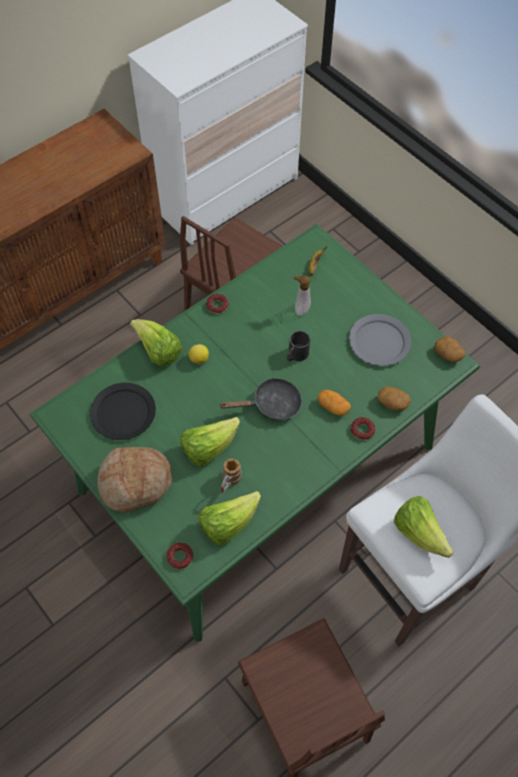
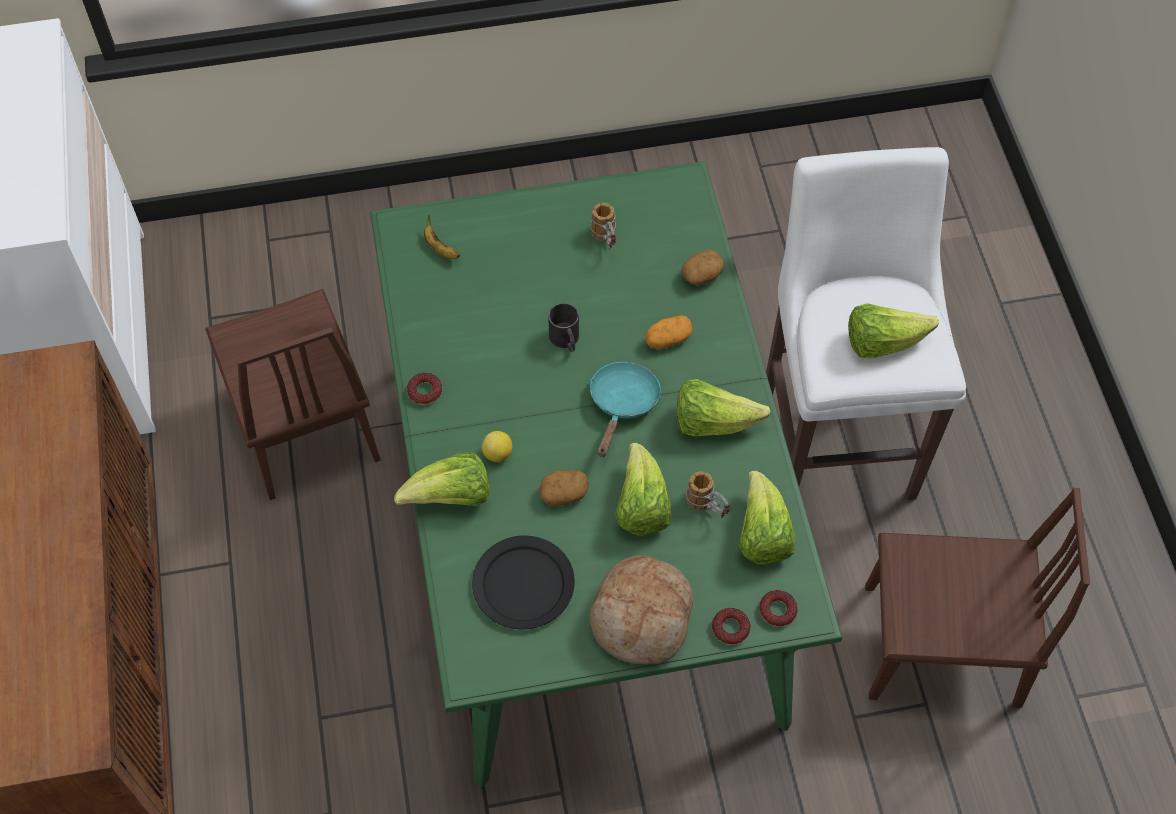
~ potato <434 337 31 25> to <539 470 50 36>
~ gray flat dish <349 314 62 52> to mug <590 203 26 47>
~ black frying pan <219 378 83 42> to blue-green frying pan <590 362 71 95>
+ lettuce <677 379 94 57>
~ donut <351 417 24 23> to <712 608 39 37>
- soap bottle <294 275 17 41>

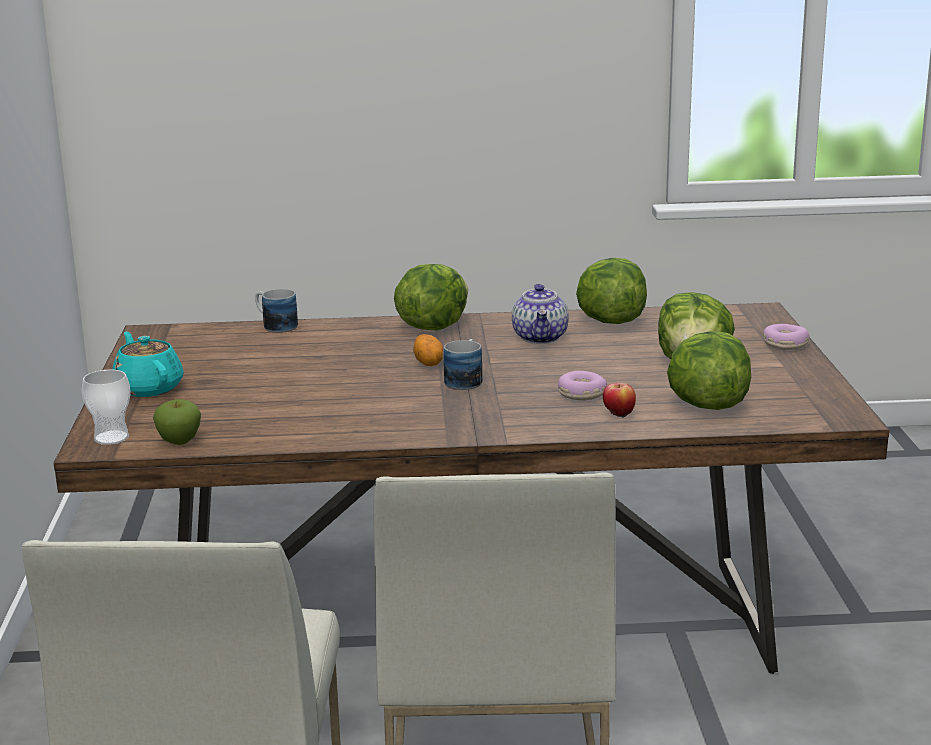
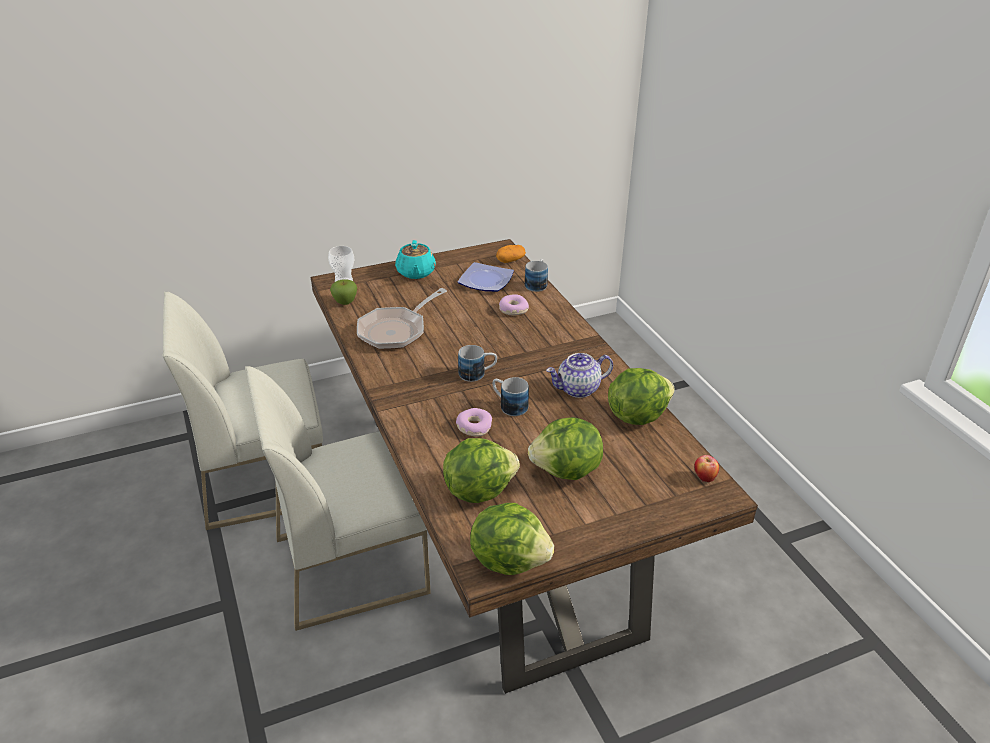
+ frying pan <357 288 90 61>
~ blue-green pot for tea <112 332 72 65> = <395 240 41 39> 135 degrees clockwise
+ flat dish <458 262 56 30>
~ lettuce <394 264 74 67> to <470 503 84 72>
+ mug <493 377 36 39>
~ potato <413 334 30 32> to <496 245 30 18>
~ donut <764 324 46 26> to <499 294 30 21>
~ apple fruit <603 383 33 35> to <694 455 25 27>

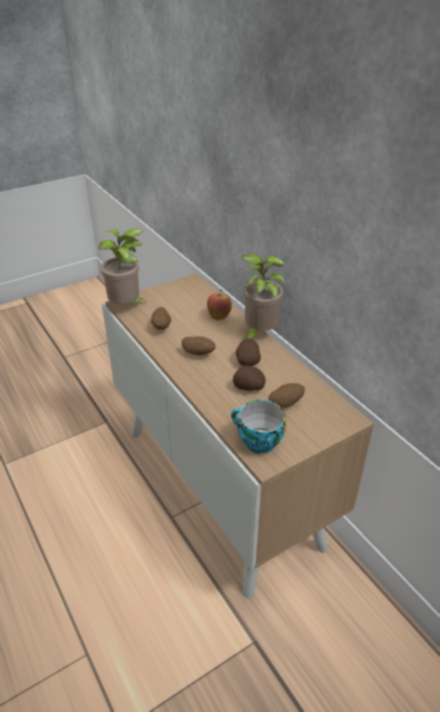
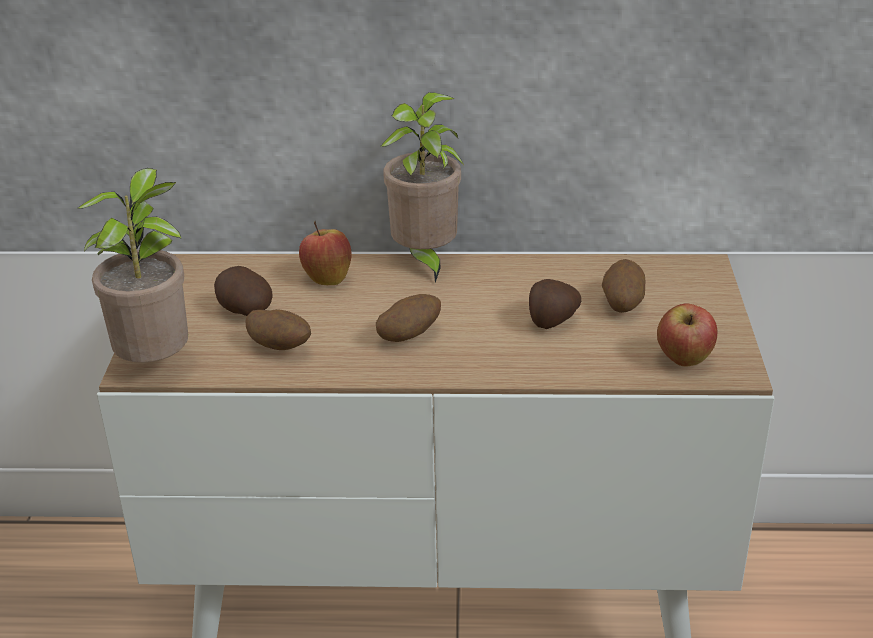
~ potato <236 339 25 27> to <214 266 59 50>
~ small cup <231 400 55 54> to apple fruit <657 304 60 63>

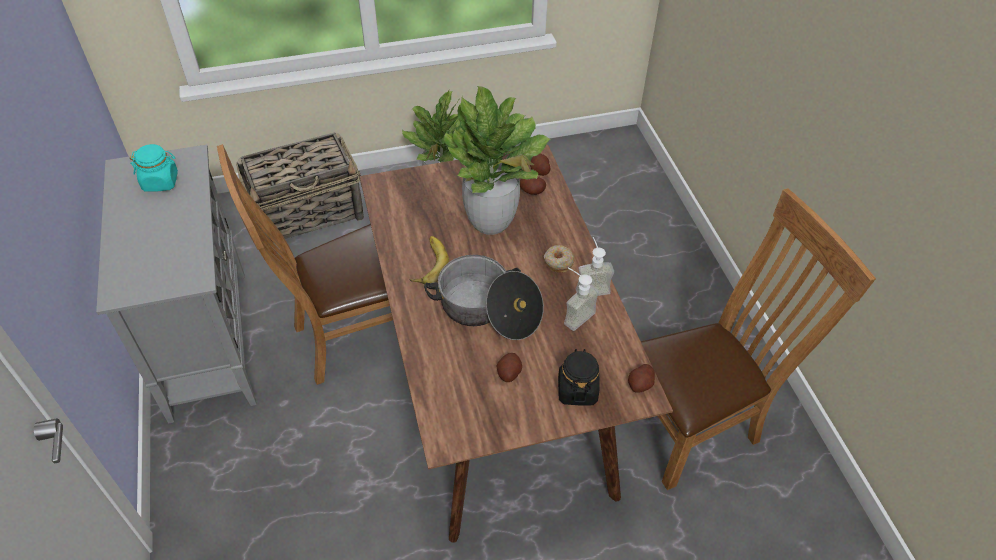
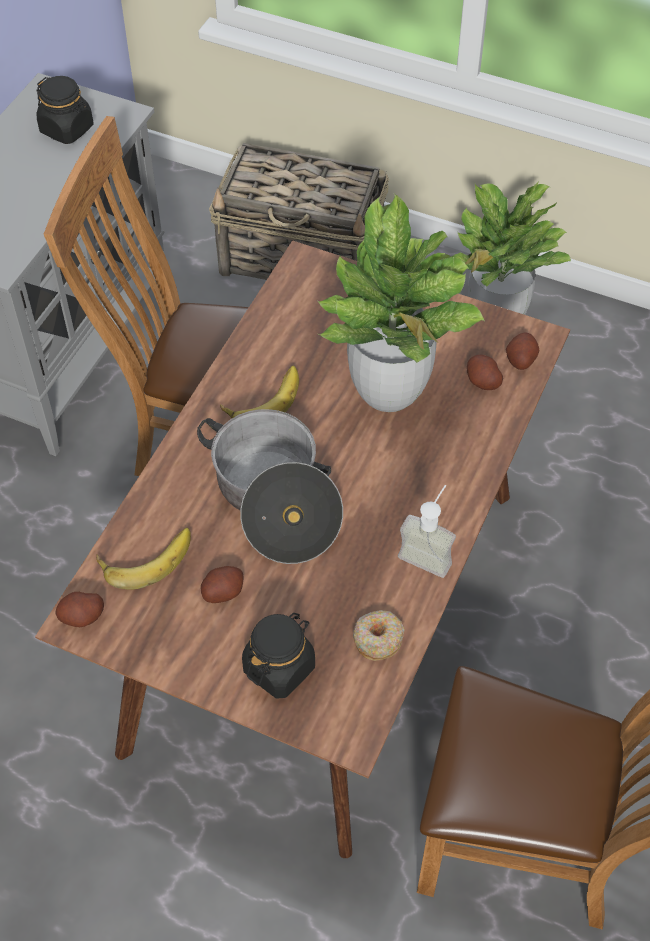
~ blue-green preserve jar <130 144 48 48> to black preserve jar <36 76 57 68>
~ potato <628 364 27 29> to <55 592 49 35>
+ banana <96 528 95 62>
~ donut <544 245 31 28> to <353 610 52 51>
- soap bottle <564 268 35 63>

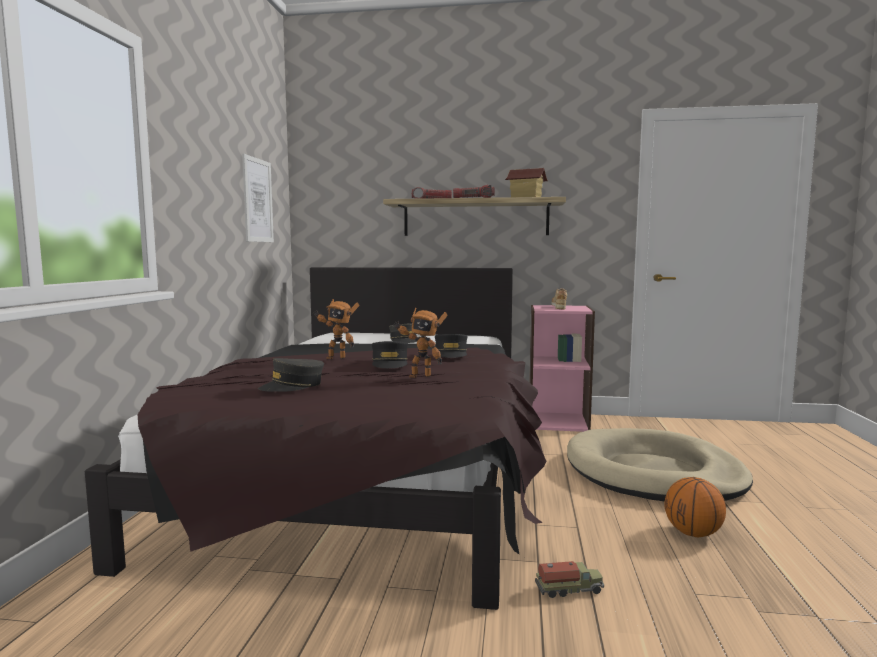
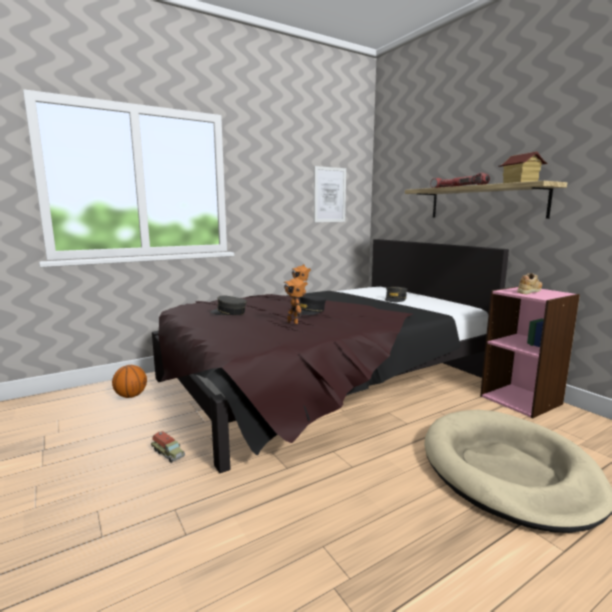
~ ball for basketball <664 477 62 60> to <112 365 35 33>
~ toy lorry <535 561 69 37> to <151 431 34 32>
- black baseball cap <435 334 33 24>

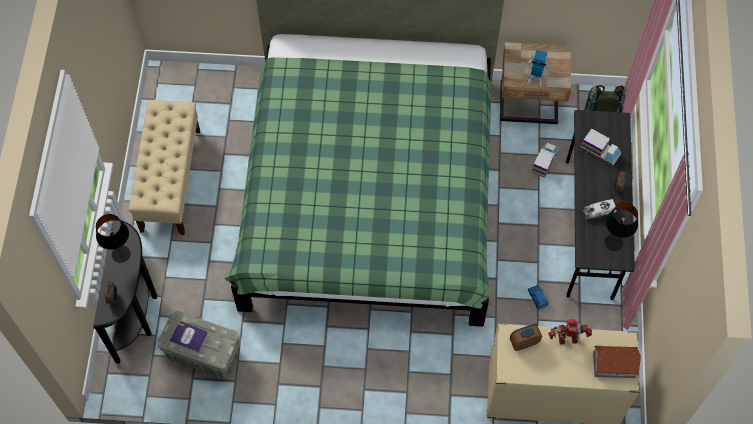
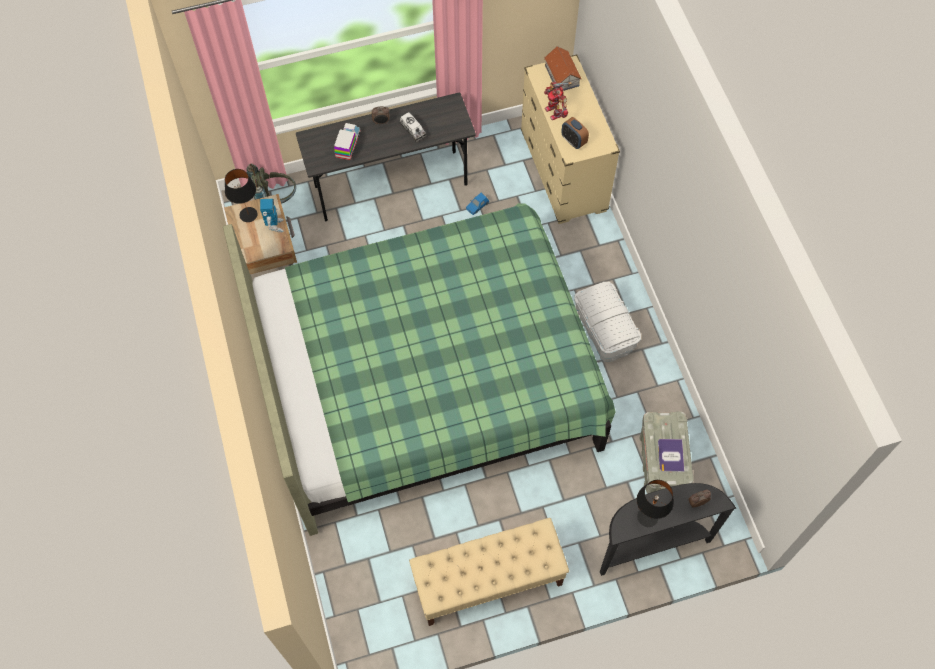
~ black lamp for a table <605 203 33 48> to <225 169 33 53>
+ white-coloured storage box <574 282 67 80>
- toy lorry <532 143 27 35>

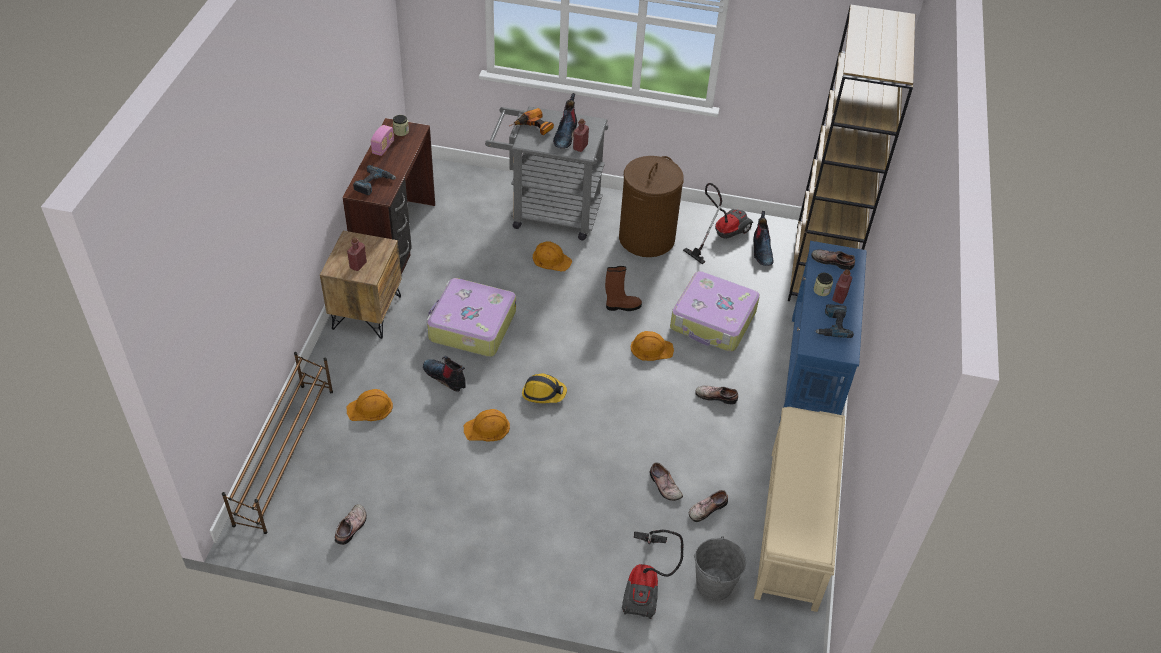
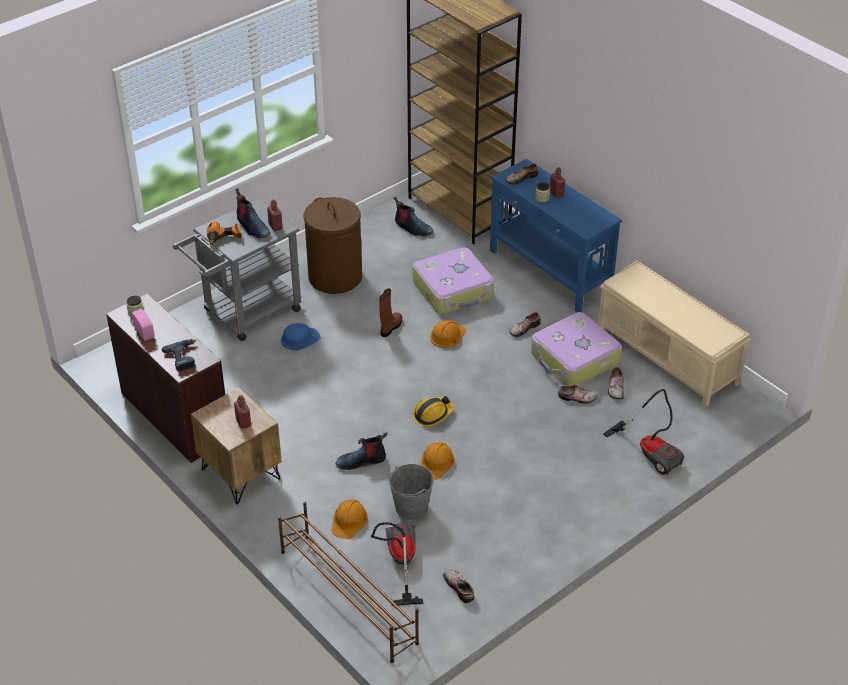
~ orangey hard hat <533 241 39 31> to bluish hard hat <281 323 40 27>
~ hoover <683 183 70 81> to <371 522 53 84>
~ gray bucket <694 536 52 65> to <389 464 45 56>
~ travel case <427 278 89 79> to <531 312 91 74>
- drill <815 304 39 34>

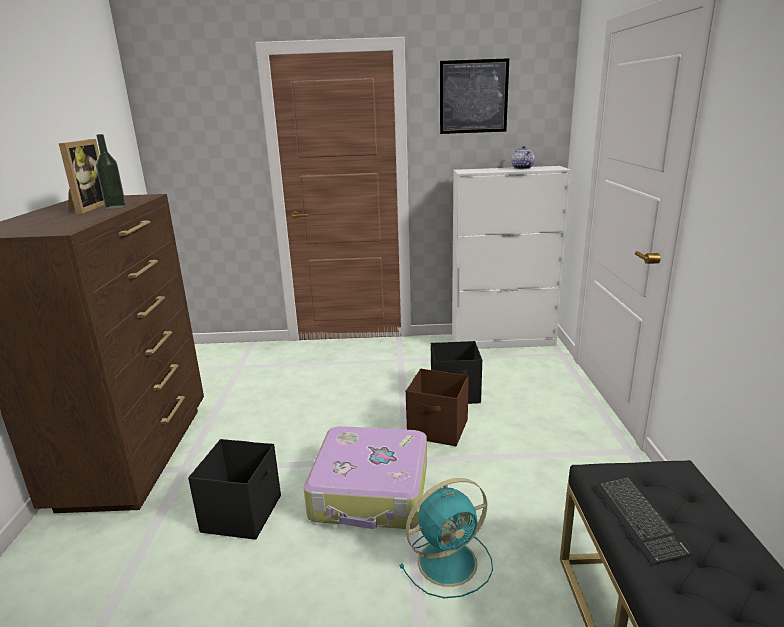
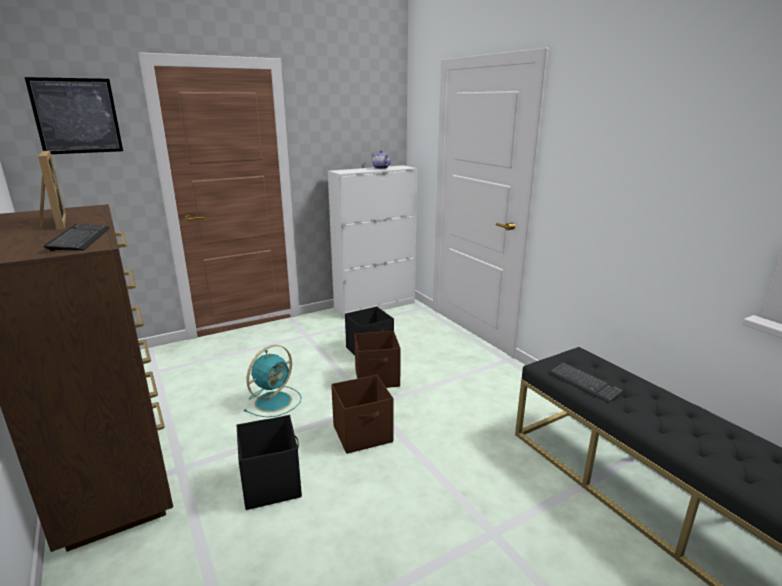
~ wall picture <440 58 69 76> to <25 77 98 77>
+ computer keyboard <44 224 66 28>
~ blue-green fan <399 478 94 120> to <244 345 58 72>
~ travel case <304 426 123 103> to brown storage box <331 375 63 79>
- bottle <96 134 30 75>

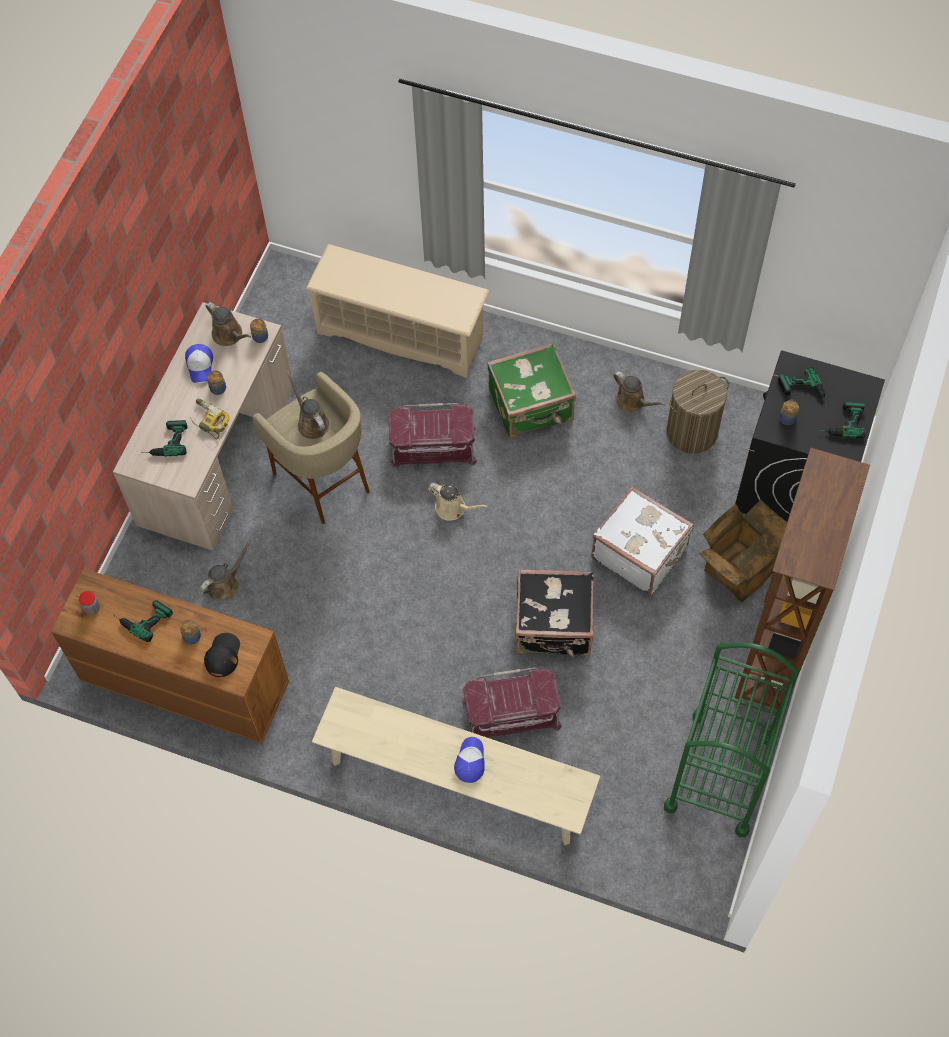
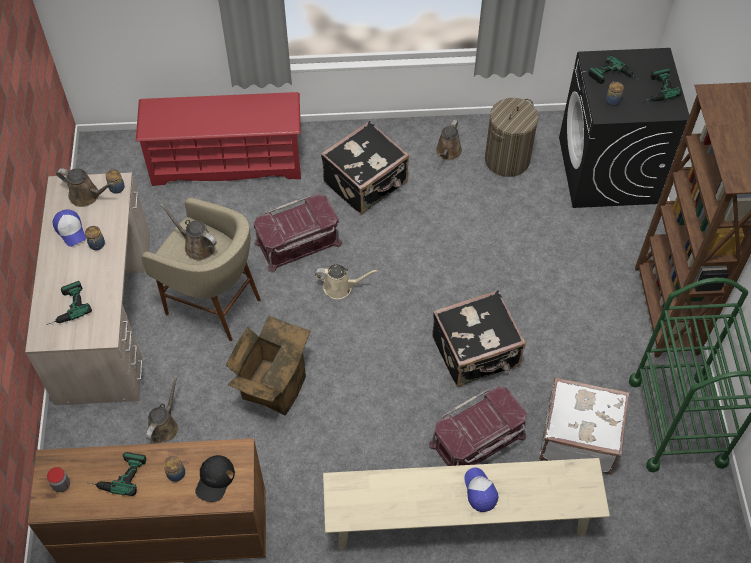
~ beige-coloured shoe rack <306 244 183 134> to reddish shoe rack <136 92 165 94>
~ black baseball cap <204 633 36 44> = <195 455 40 47> 150 degrees counterclockwise
~ cardboard box <699 499 88 103> to <226 315 85 100>
~ greenish travel case <487 343 89 96> to black travel case <321 121 88 93>
~ brown sprinkling can <613 371 53 41> = <436 120 26 40> 90 degrees clockwise
~ white-coloured travel case <591 486 103 109> to <539 377 90 97>
- drill <189 399 41 40>

